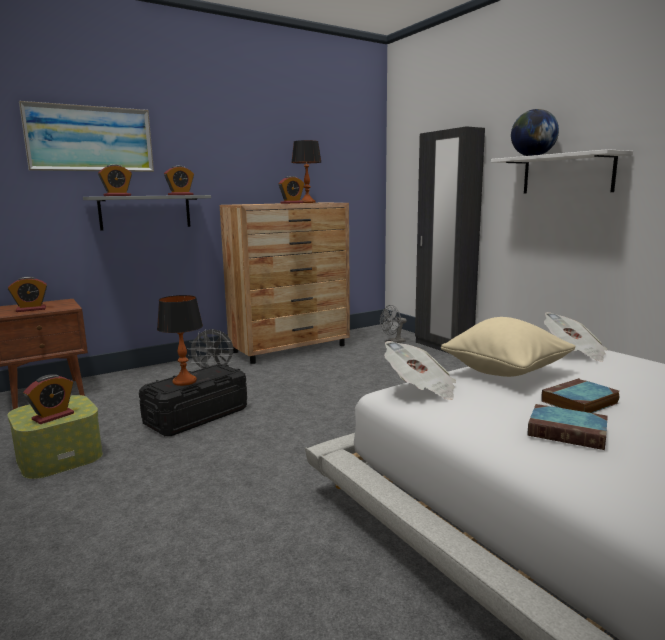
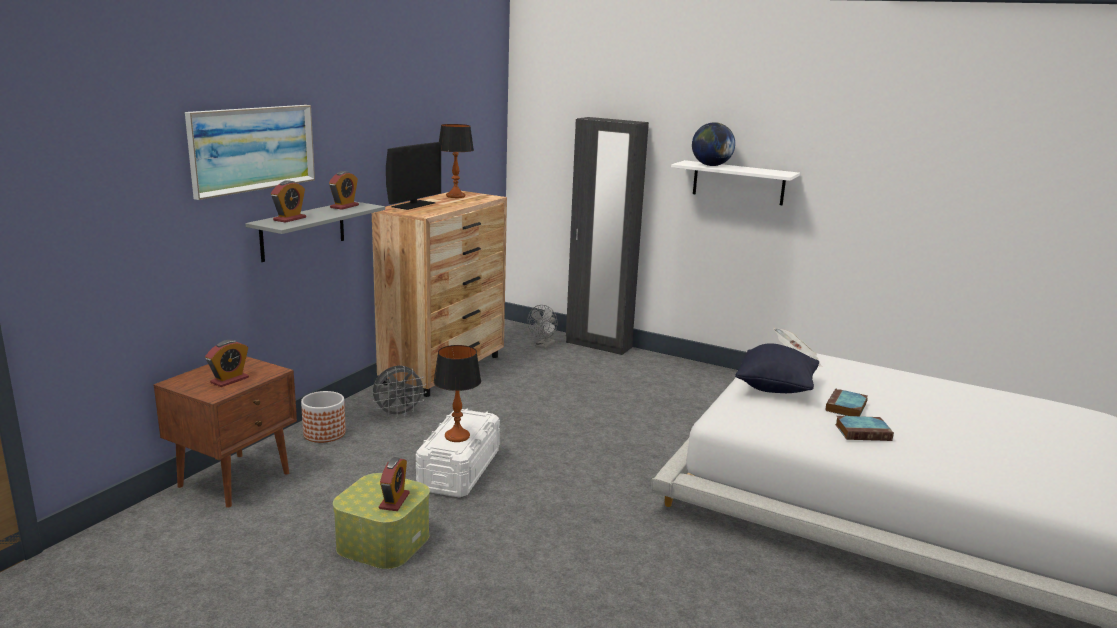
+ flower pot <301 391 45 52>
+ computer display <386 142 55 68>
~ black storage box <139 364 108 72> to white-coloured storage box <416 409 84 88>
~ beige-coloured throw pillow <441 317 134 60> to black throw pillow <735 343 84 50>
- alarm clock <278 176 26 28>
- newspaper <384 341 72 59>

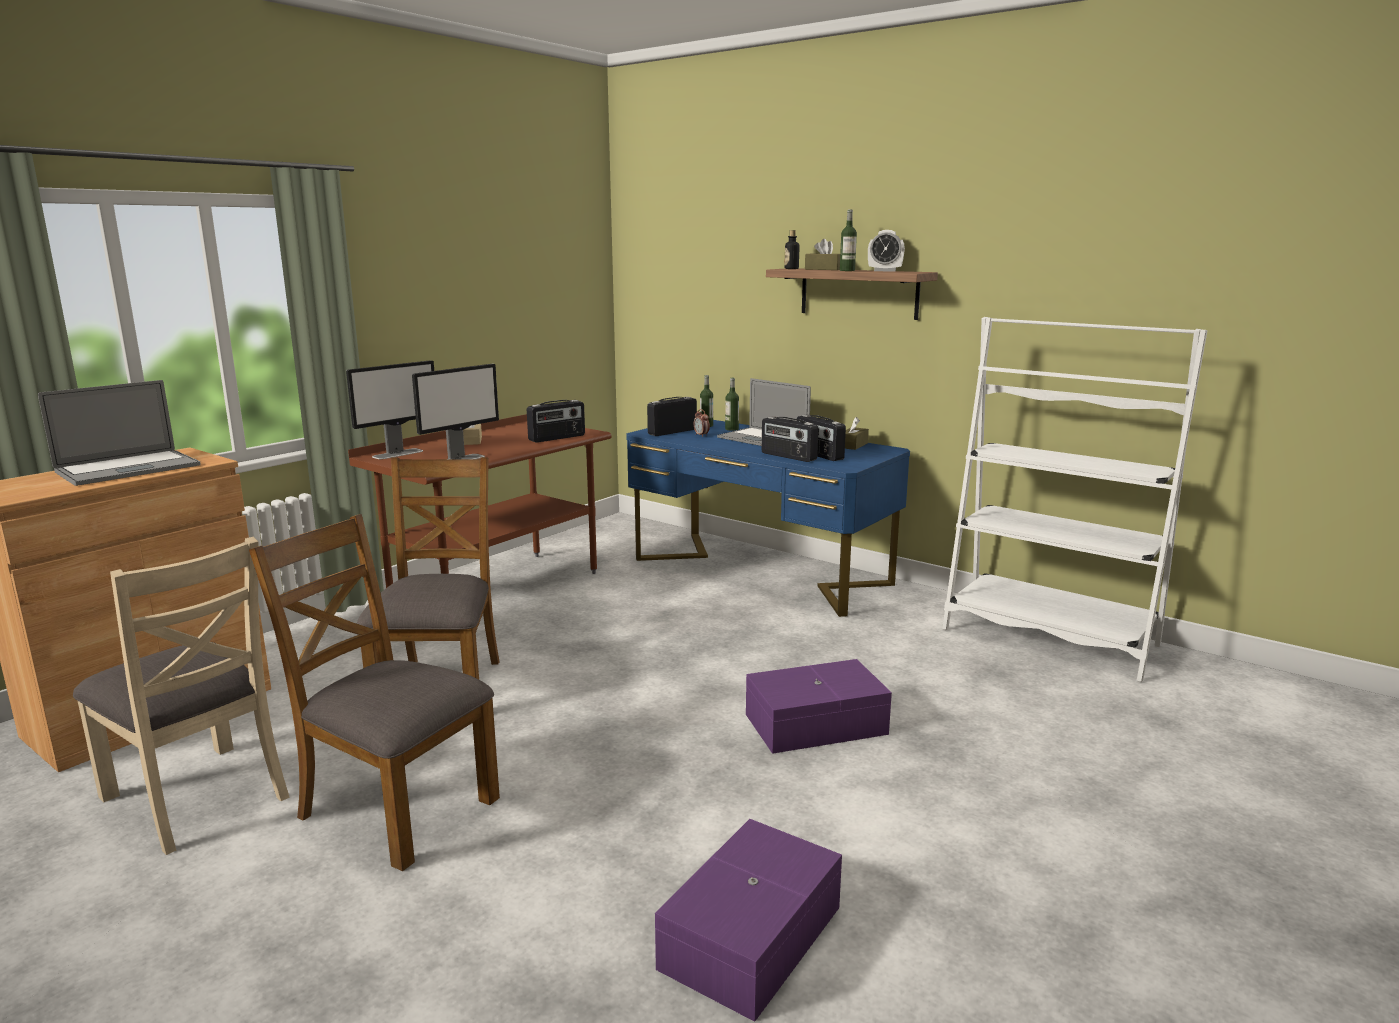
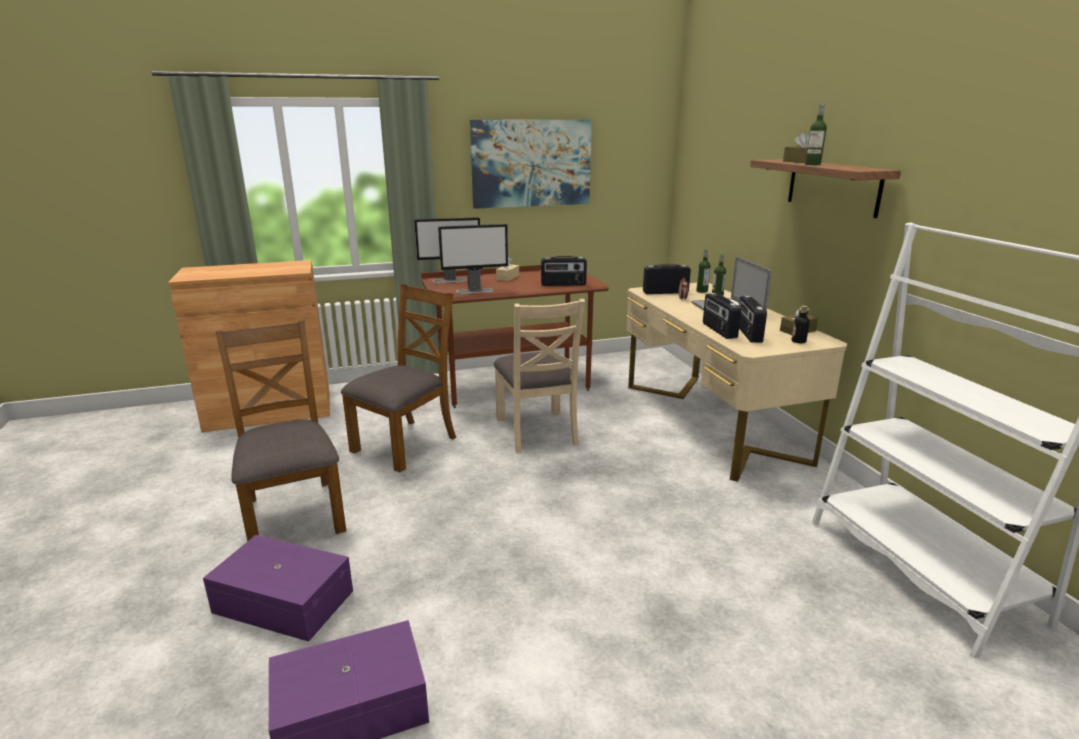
~ purple-coloured storage box <746 659 146 95> to <203 535 150 107>
+ wall picture <470 120 122 89>
~ beige-coloured chair <73 537 217 318> to <493 299 92 154>
~ bluish desk table <626 420 284 197> to beige-coloured desk table <626 283 221 199>
~ bottle <785 230 14 39> to <792 306 18 37>
- laptop <38 380 163 106>
- alarm clock <868 230 37 41>

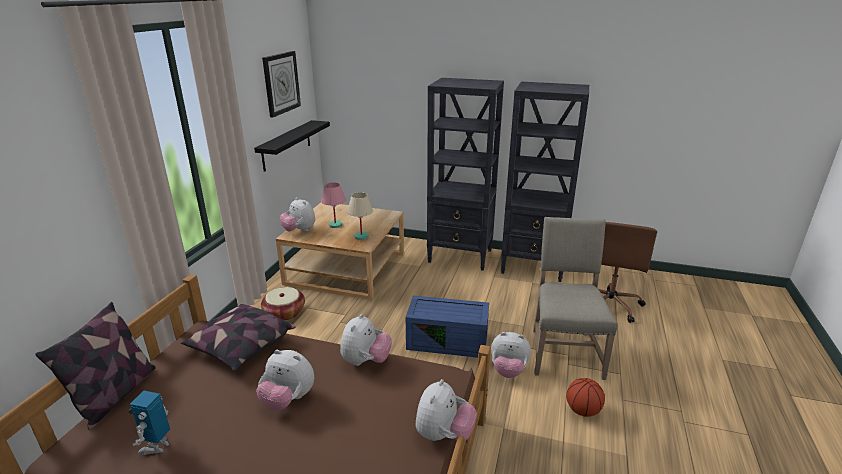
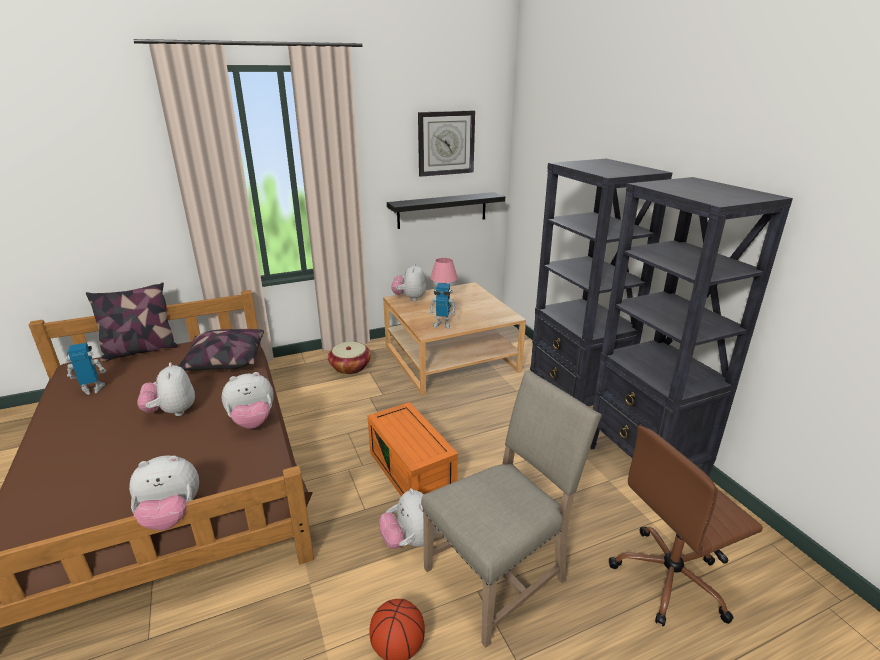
~ bluish storage box <406 296 83 62> to orangey storage box <368 402 90 94>
~ beige-coloured lamp for a table <347 192 26 48> to model robot <429 283 27 46>

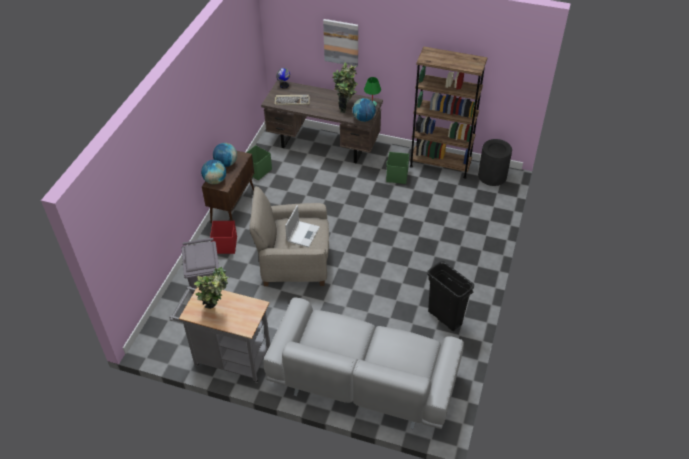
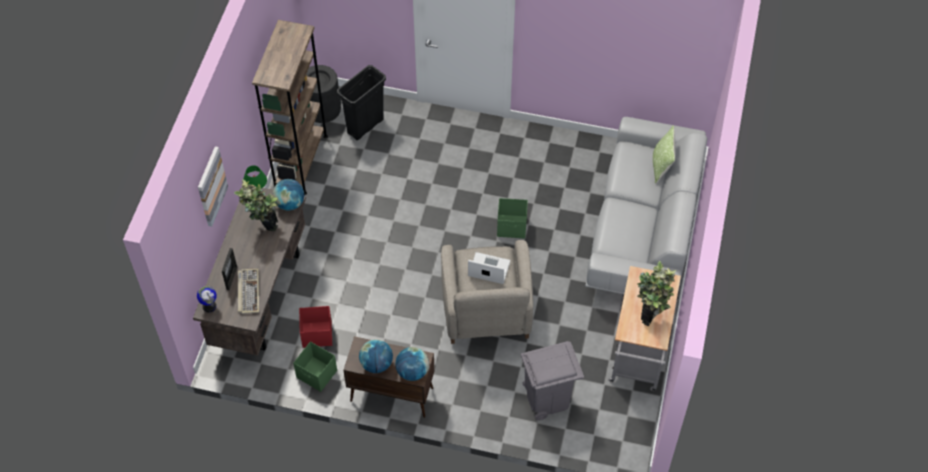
+ picture frame <222 248 15 42>
~ reddish storage box <210 221 27 33> to <299 306 33 42>
~ black trash can <427 261 47 70> to <337 65 49 75>
~ greenish storage box <386 152 23 32> to <497 198 31 40>
+ throw pillow <653 125 22 59>

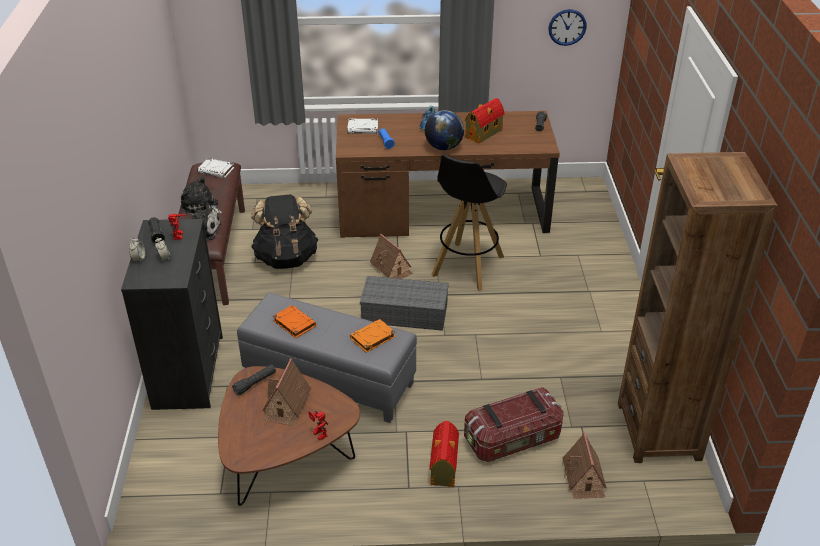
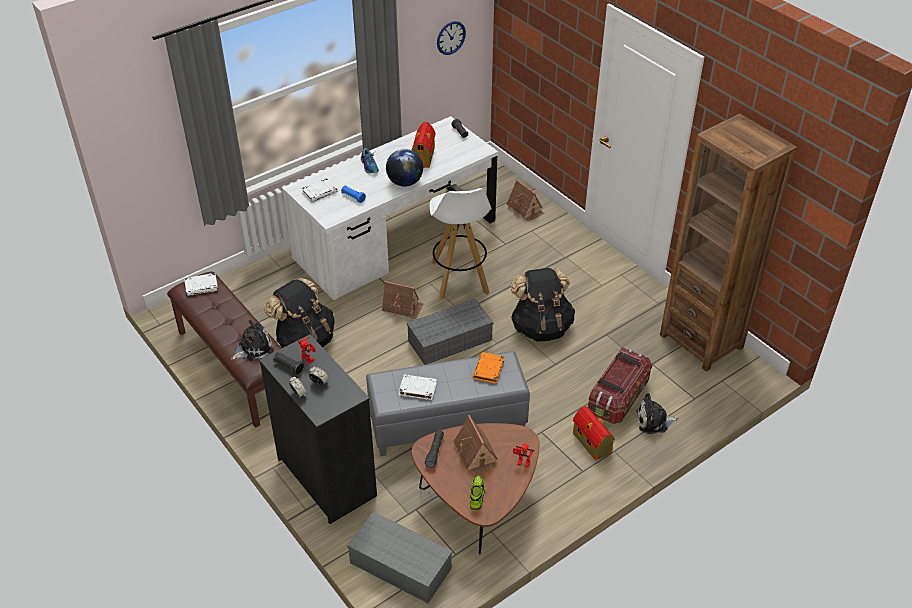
~ brown desk table <336 111 224 127> to white-coloured desk table <282 116 216 184>
+ gray storage box <347 512 106 91>
~ orangey volume <273 305 43 33> to white-coloured volume <399 375 38 25>
~ black stool seat <431 155 76 136> to white-coloured stool seat <430 188 62 112>
+ low shoe <470 475 15 36>
~ model house <562 432 44 67> to <507 180 37 42>
+ black knapsack <511 268 64 74>
~ soft toy <181 177 41 38> to <636 393 42 41>

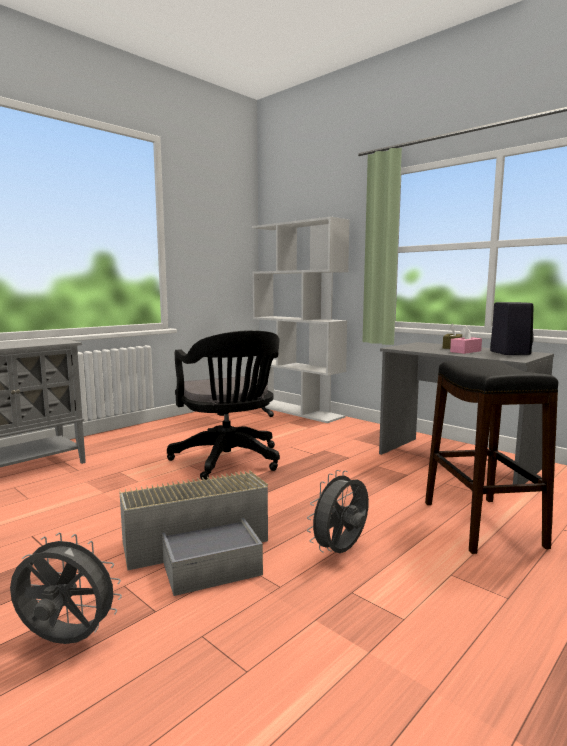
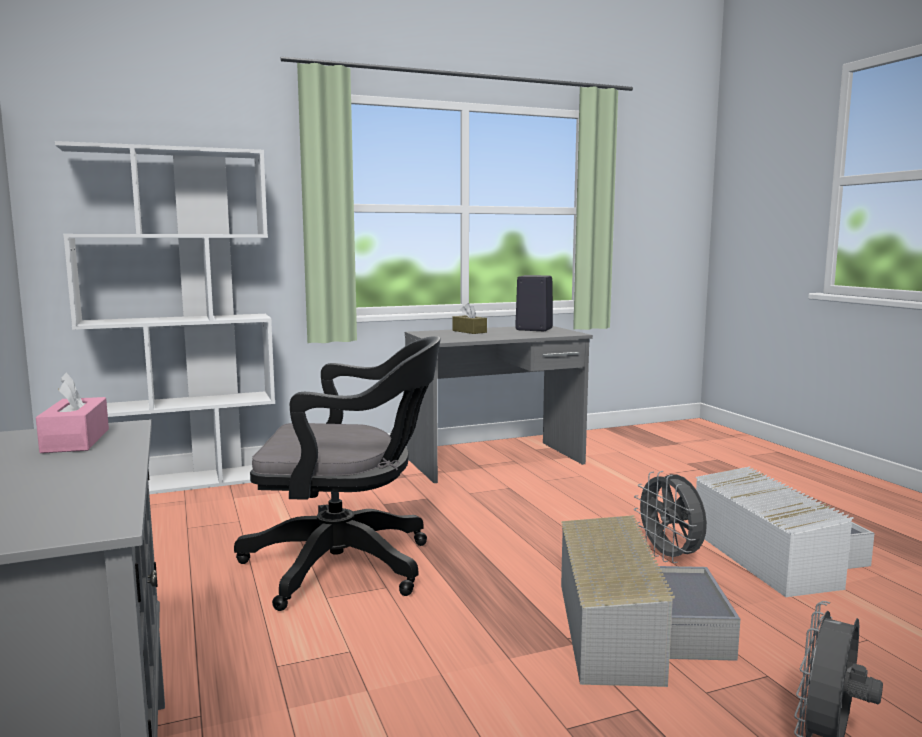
~ pink-coloured tissue holder <450 326 32 28> to <36 373 73 80>
+ white-coloured storage box <696 467 179 130>
- black stool seat <425 360 133 194>

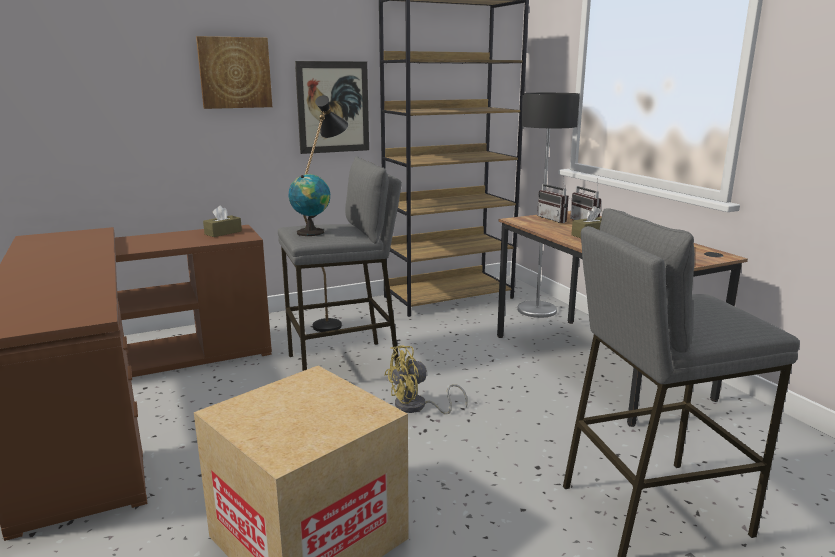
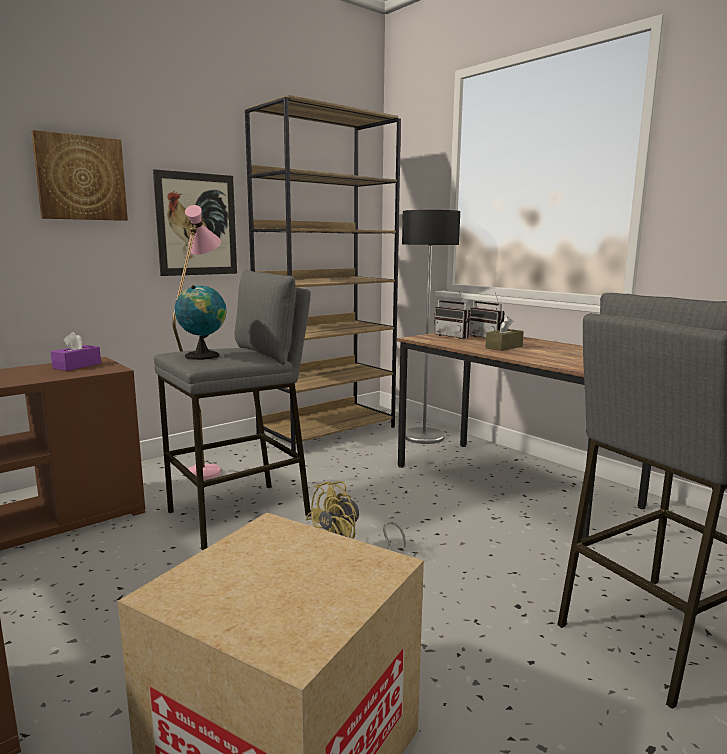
~ brown tissue holder <203 205 39 32> to purple-coloured tissue holder <51 332 50 39>
~ black floor lamp <303 95 45 237> to pink-coloured floor lamp <172 205 49 275>

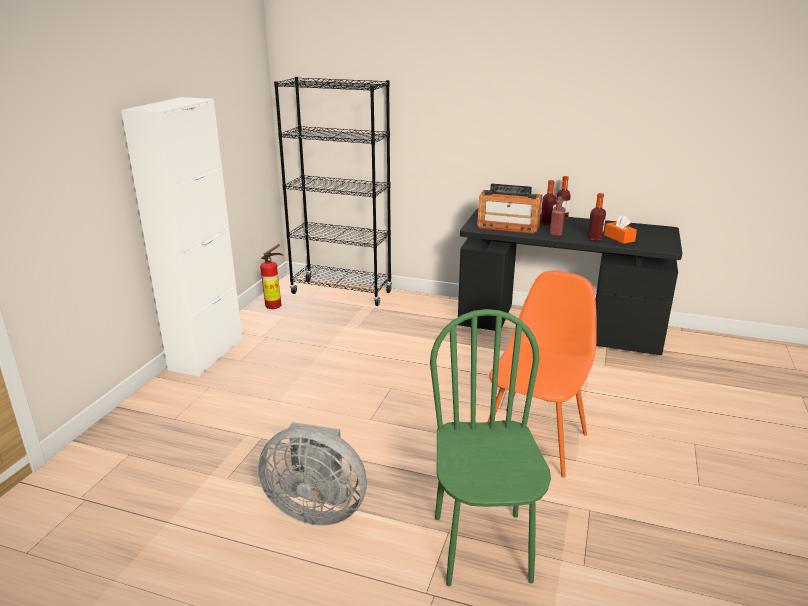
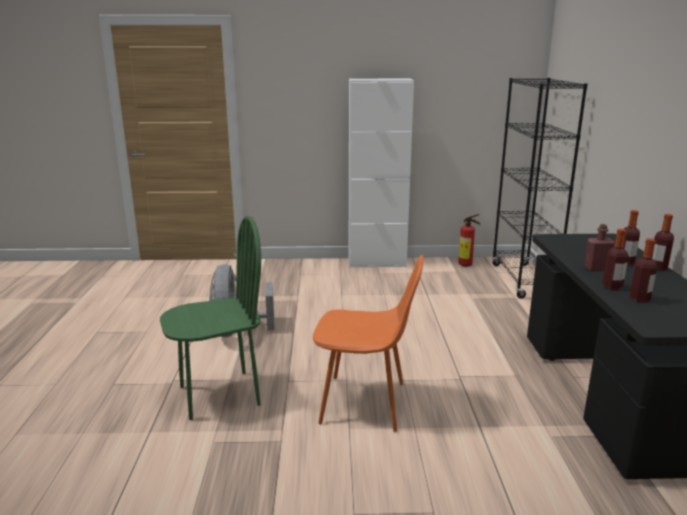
~ orangey tissue holder <604 215 33 29> to bottle <629 238 28 65>
- radio <477 184 65 50>

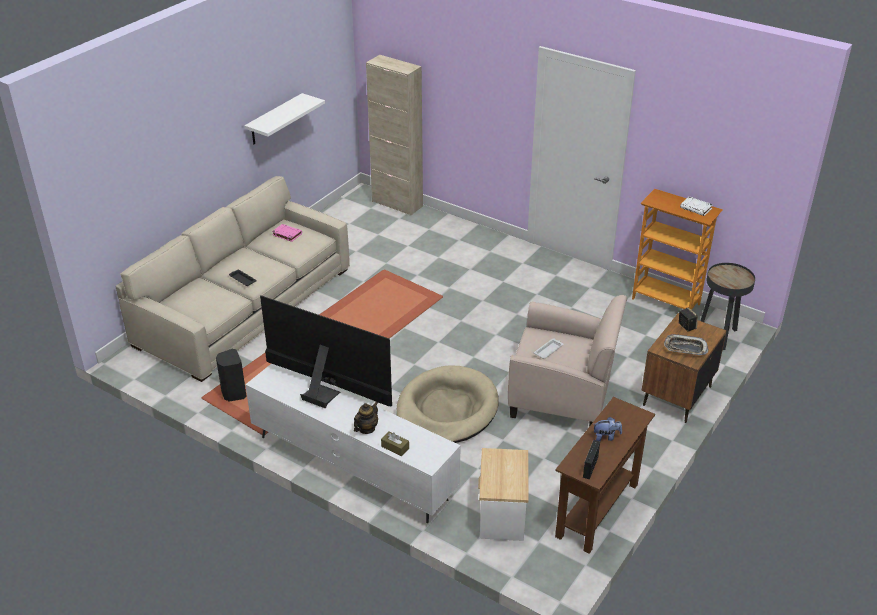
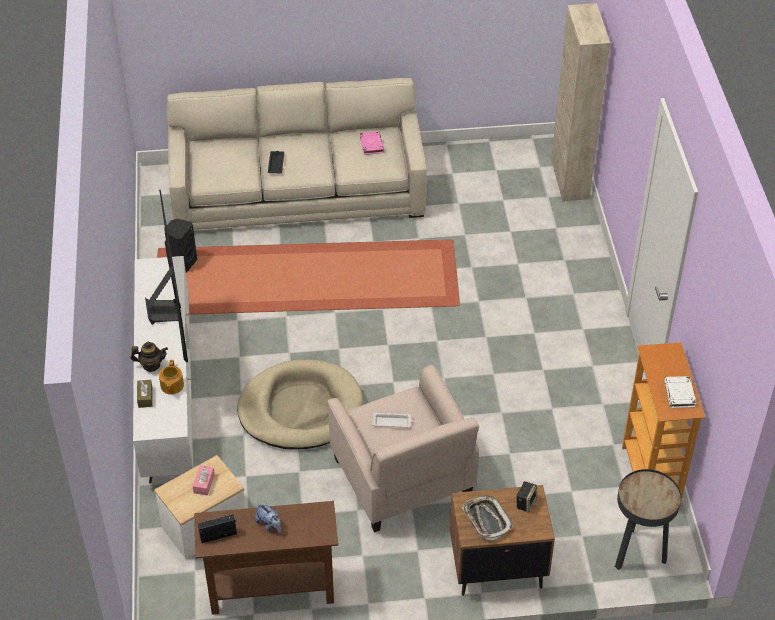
+ pot for tea <159 360 25 34>
+ pink-coloured tissue holder <193 465 22 30>
- white-coloured wall shelf <244 93 81 51>

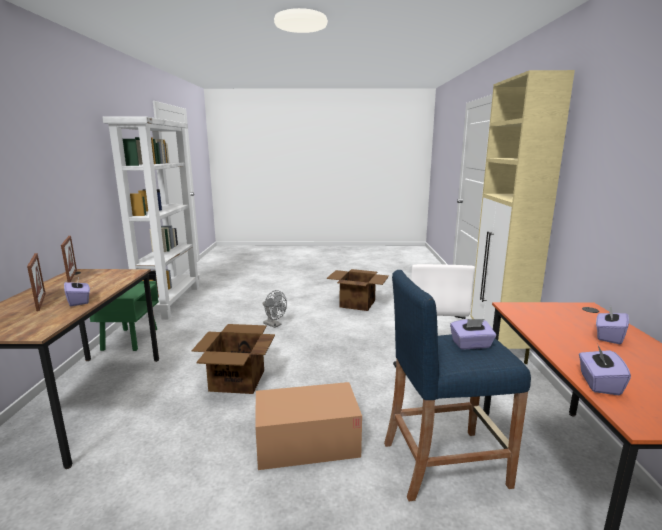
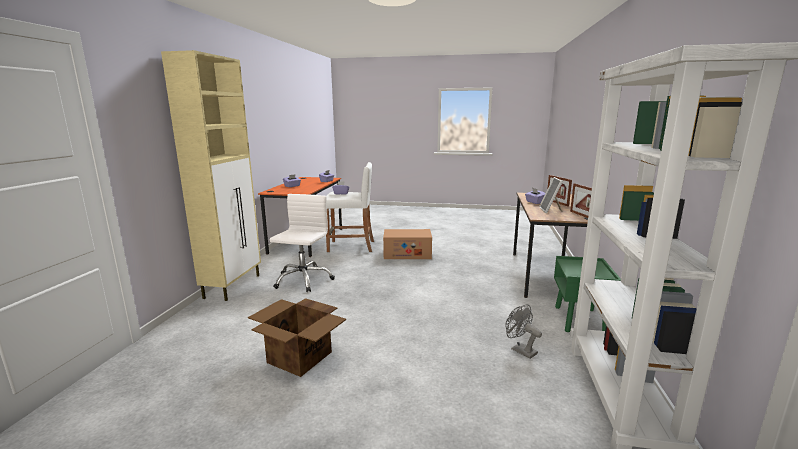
~ bluish stool seat <384 270 147 231> to white-coloured stool seat <326 162 48 90>
~ gray fan <263 290 24 38> to <505 305 37 54>
+ picture frame <539 177 24 36>
- cardboard box <192 324 83 70>

